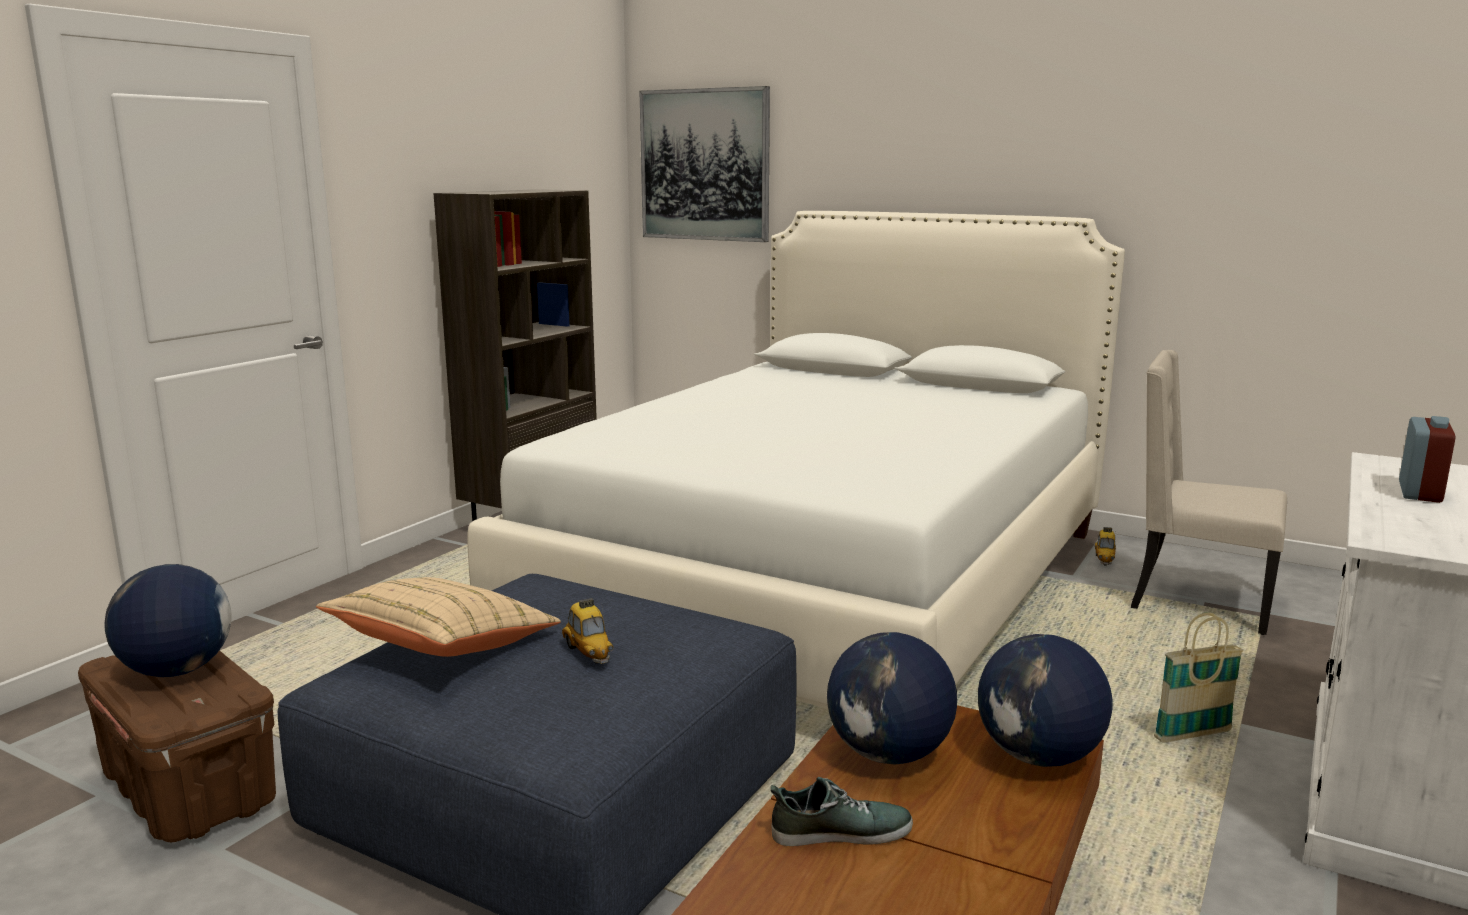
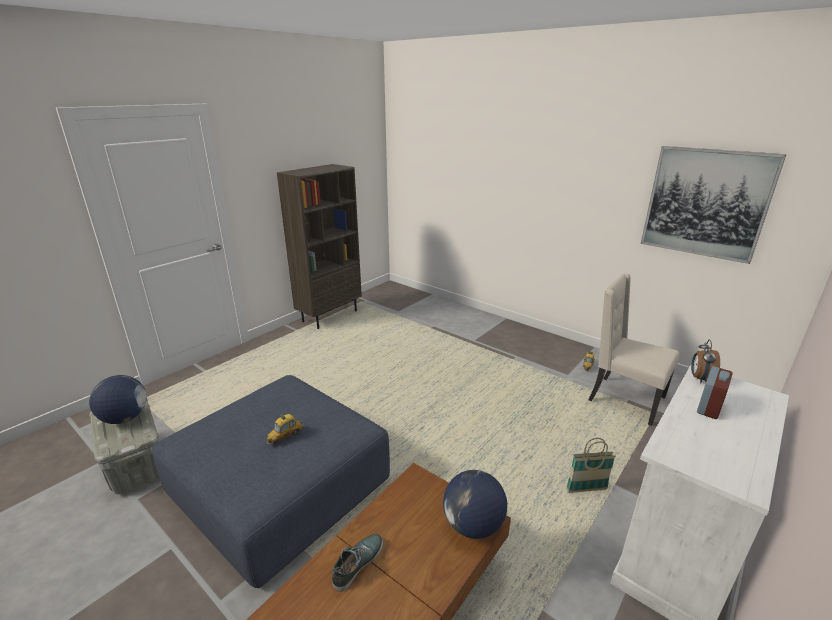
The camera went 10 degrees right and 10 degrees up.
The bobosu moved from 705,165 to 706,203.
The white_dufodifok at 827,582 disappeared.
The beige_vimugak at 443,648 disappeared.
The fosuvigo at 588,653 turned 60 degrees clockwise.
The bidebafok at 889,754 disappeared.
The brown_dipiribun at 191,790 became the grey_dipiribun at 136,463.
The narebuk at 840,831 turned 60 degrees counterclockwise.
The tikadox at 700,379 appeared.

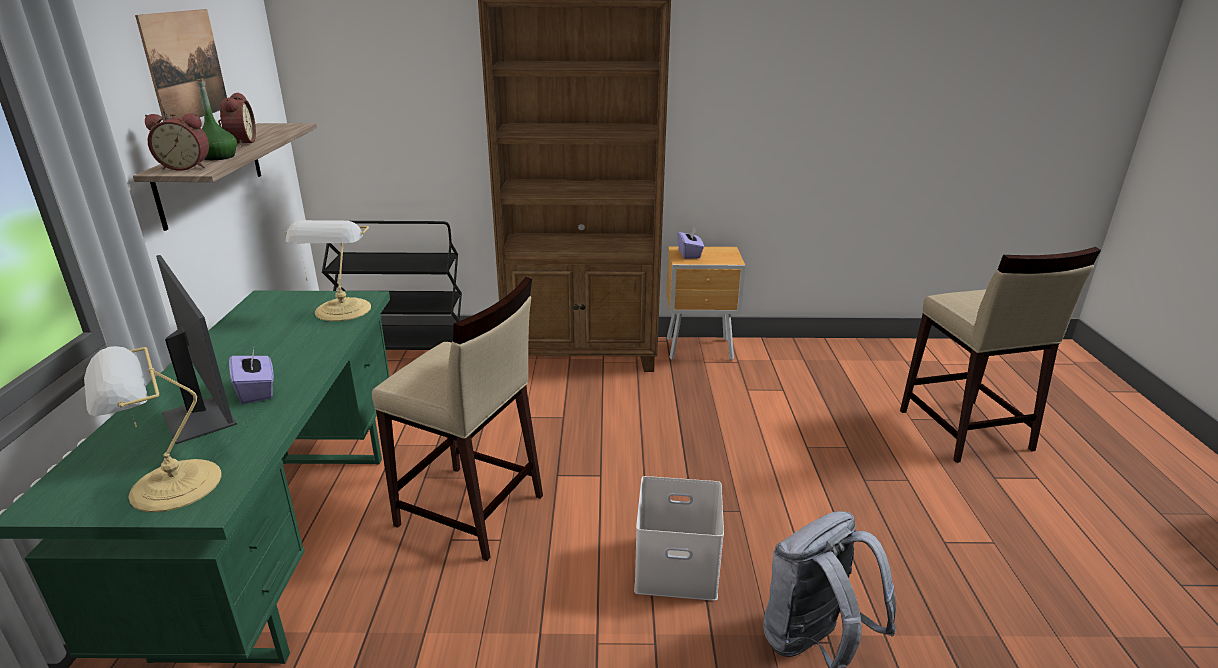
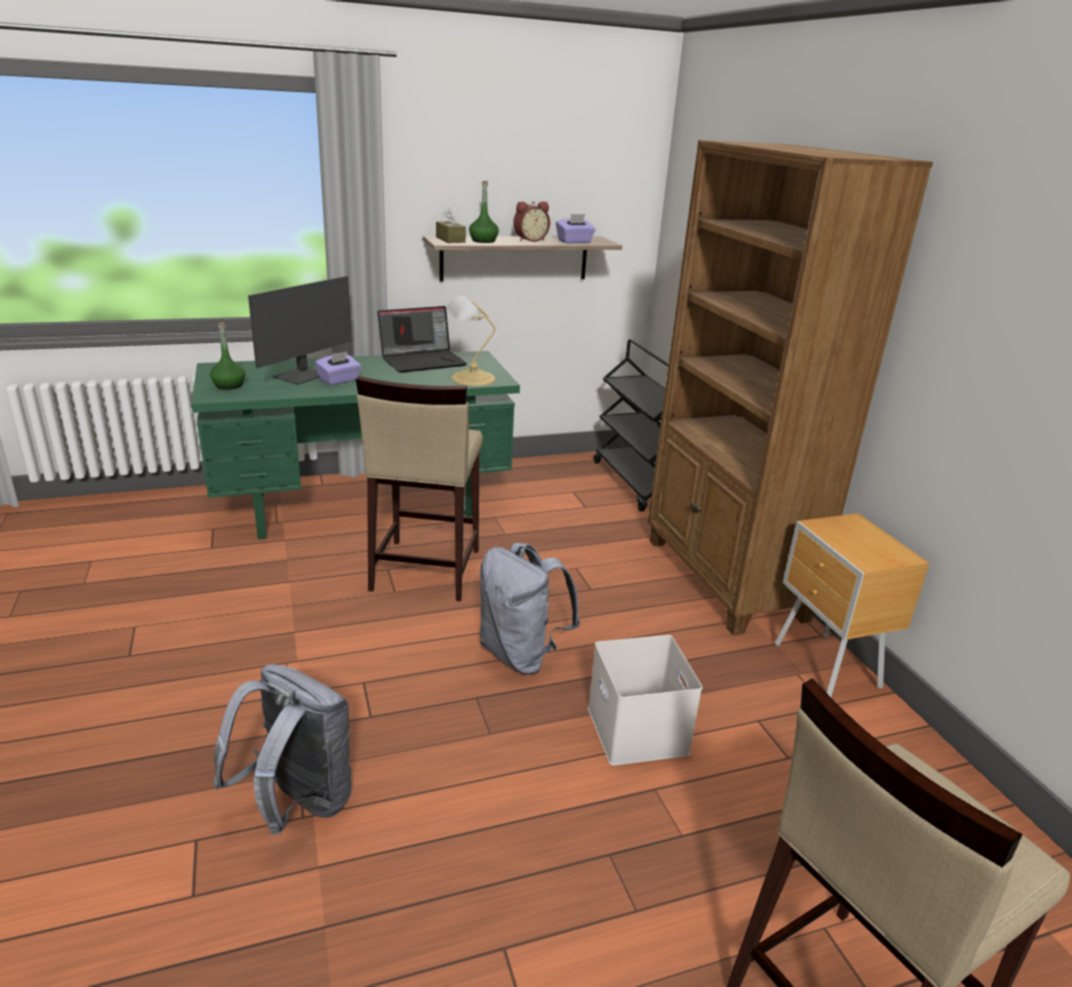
The camera went 70 degrees right and 0 degrees up.
The bobosu at 186,66 disappeared.
The tikadox at 186,167 was replaced by the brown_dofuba at 450,240.
The purple_dofuba moved from 689,254 to 574,242.
The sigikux at 170,487 was replaced by the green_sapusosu at 229,385.
The white_dipiribun moved from 678,566 to 639,731.
The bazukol at 423,361 appeared.
The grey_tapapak at 521,655 appeared.

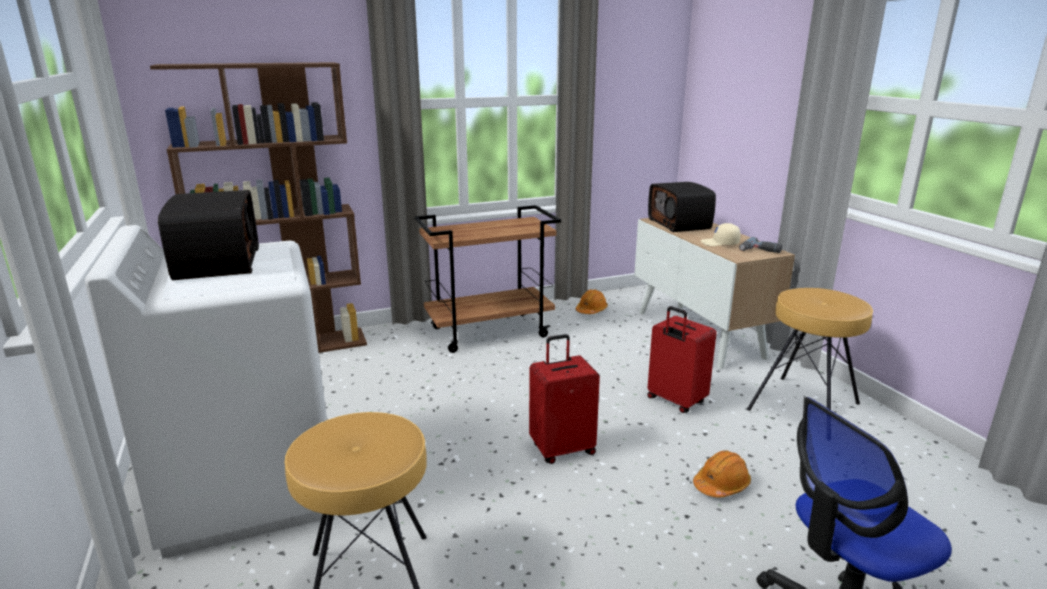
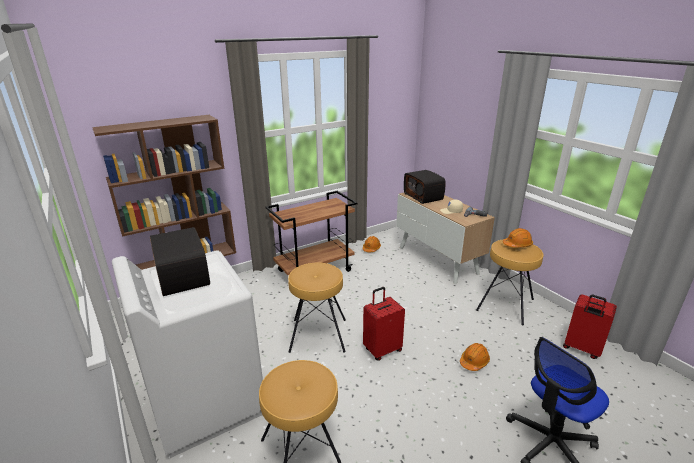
The camera went 10 degrees left and 5 degrees up.
The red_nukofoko moved from 675,401 to 581,349.
The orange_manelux at 517,244 appeared.
The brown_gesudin at 318,334 appeared.

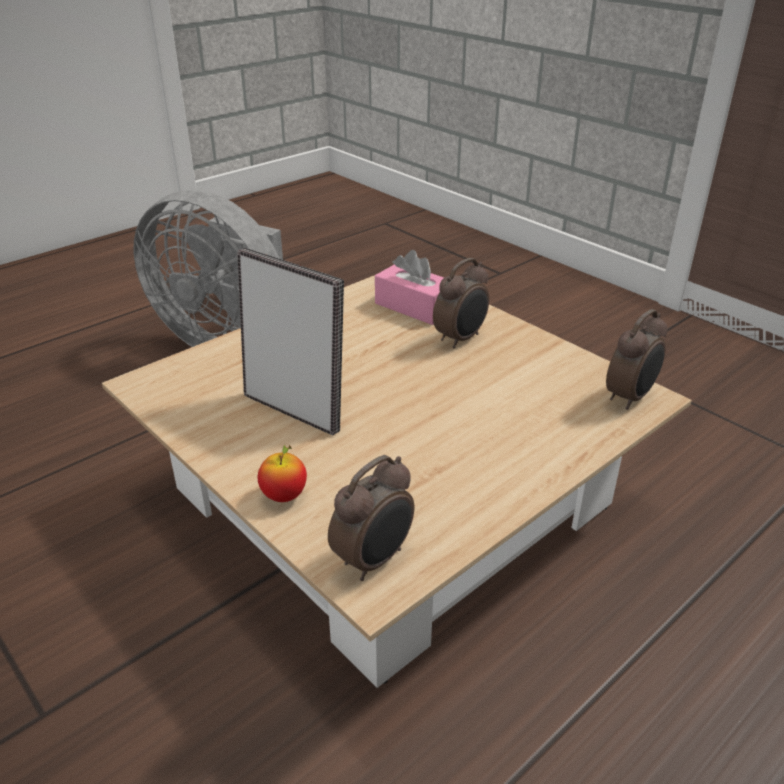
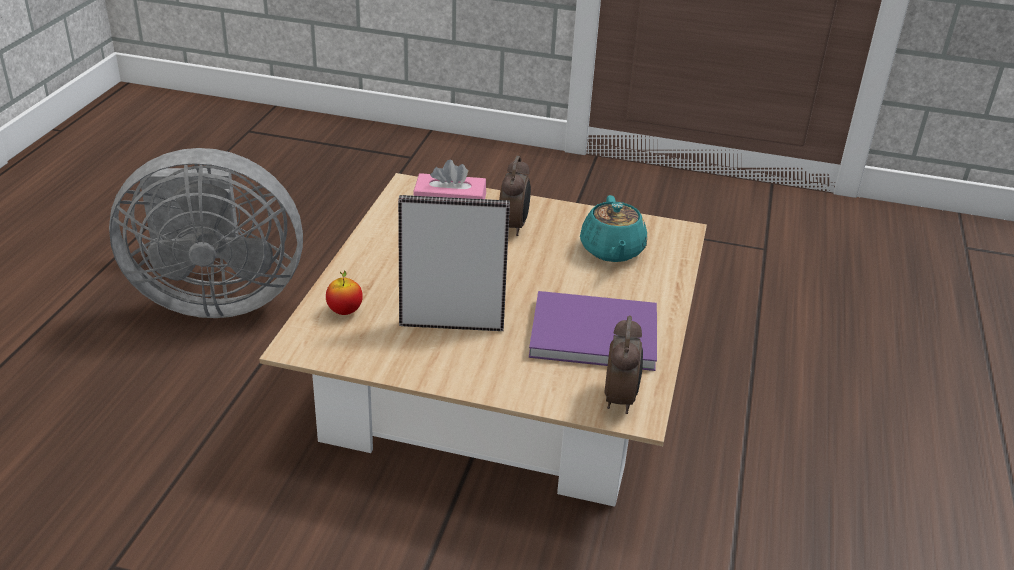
The camera went 35 degrees left and 0 degrees up.
The tikadox at 630,397 disappeared.
The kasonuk moved from 284,495 to 345,311.
The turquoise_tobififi at 612,250 appeared.
The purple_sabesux at 590,331 appeared.

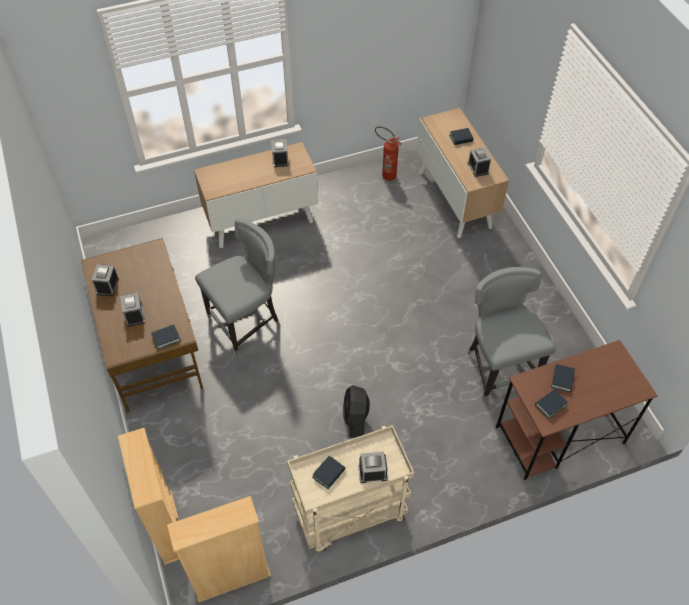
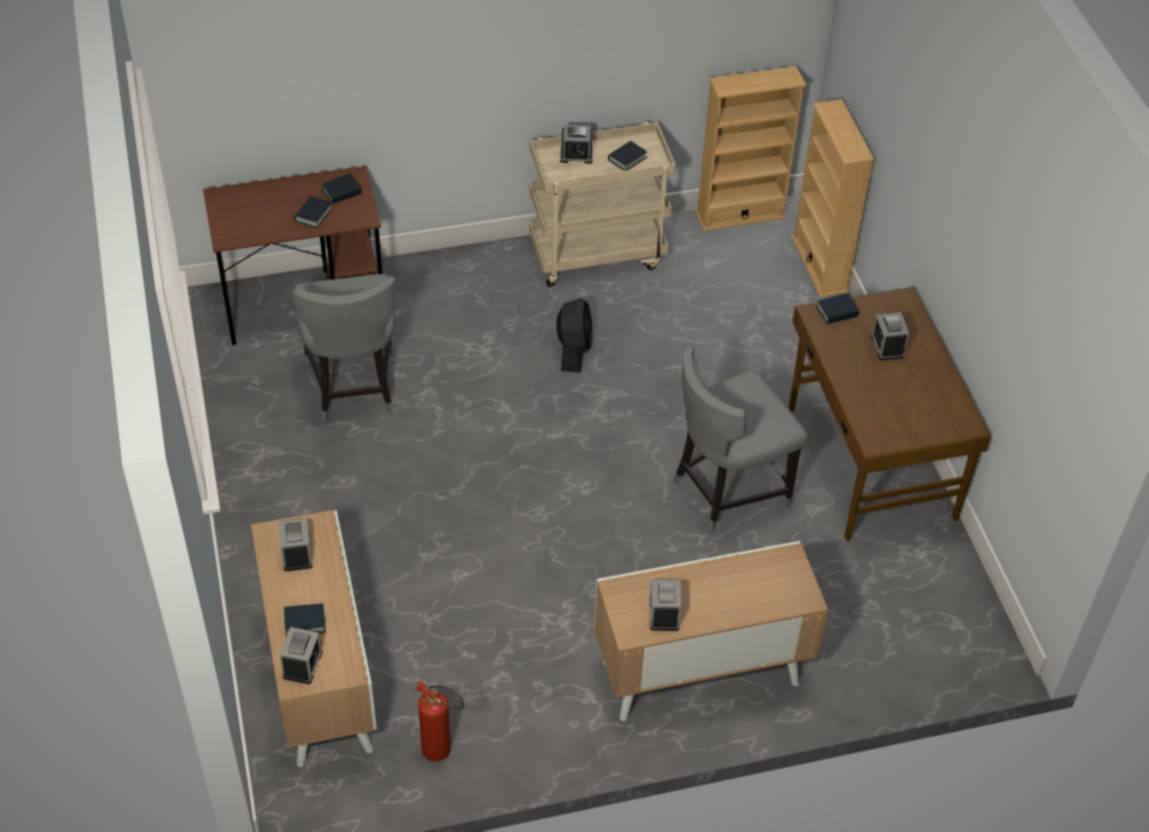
The camera went 175 degrees left and 5 degrees down.
The tikadox moved from 107,286 to 302,664.

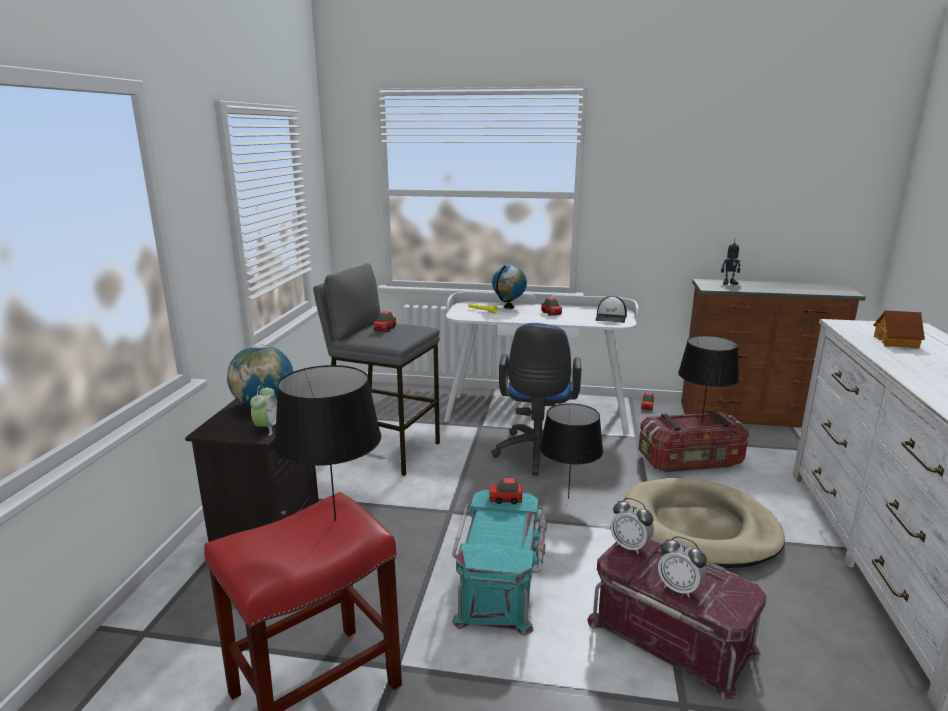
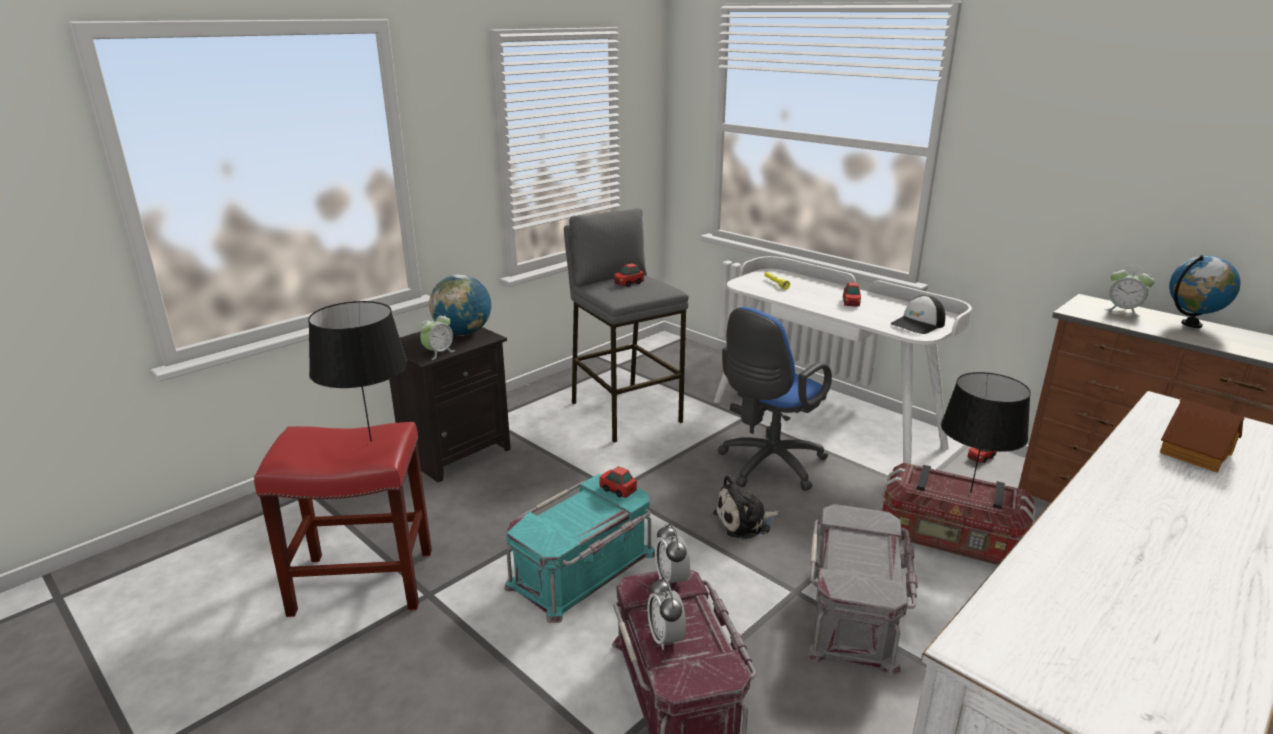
The camera went 35 degrees right and 5 degrees up.
The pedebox at 729,283 was replaced by the tikadox at 1123,310.
The bidebafok moved from 509,307 to 1191,324.
The black_sigikux at 568,498 was replaced by the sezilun at 745,522.
The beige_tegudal at 699,528 was replaced by the grey_dipiribun at 855,612.

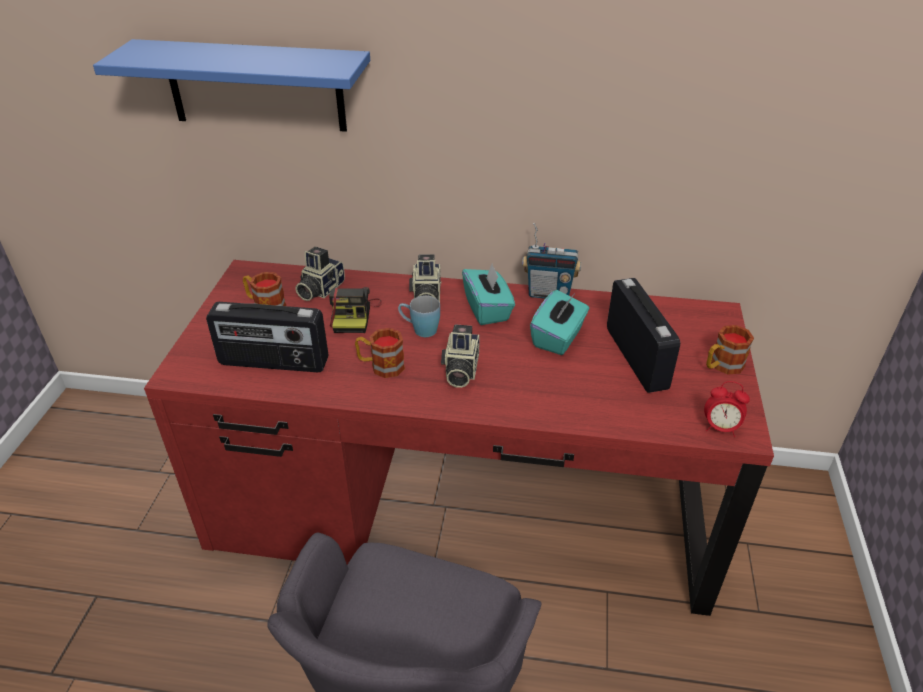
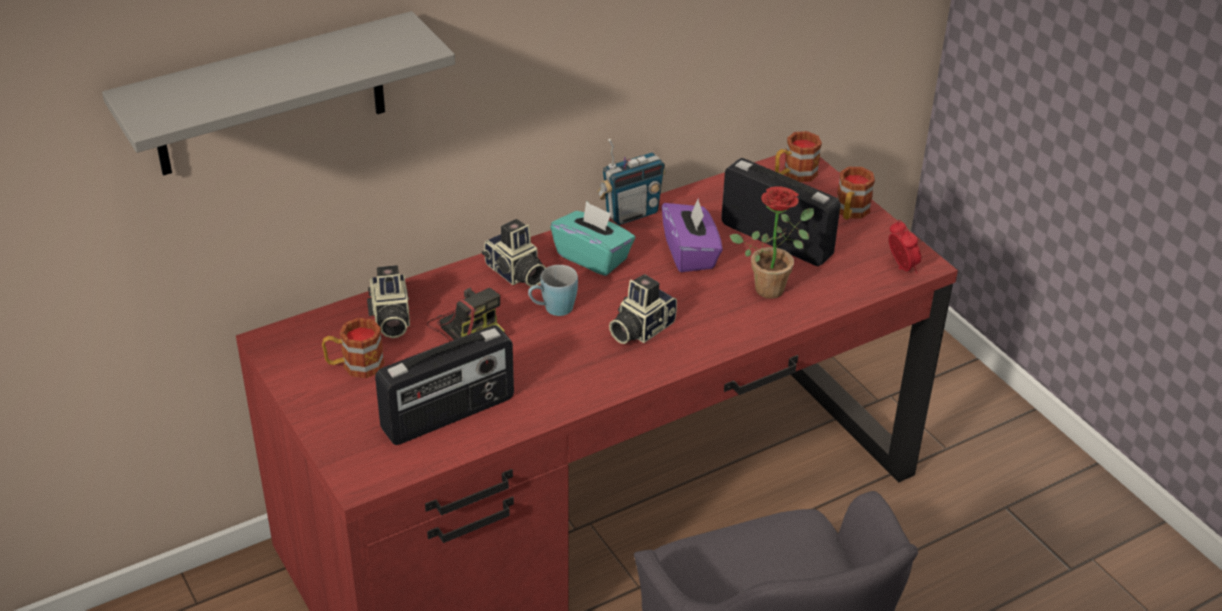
The camera went 40 degrees left and 0 degrees up.
The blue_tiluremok at 255,86 became the grey_tiluremok at 269,96.
The turquoise_dofuba at 558,338 became the purple_dofuba at 690,253.
The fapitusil at 460,370 turned 75 degrees clockwise.
The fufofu moved from 381,366 to 794,174.
The tikadox at 720,428 turned 90 degrees counterclockwise.
The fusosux at 772,286 appeared.

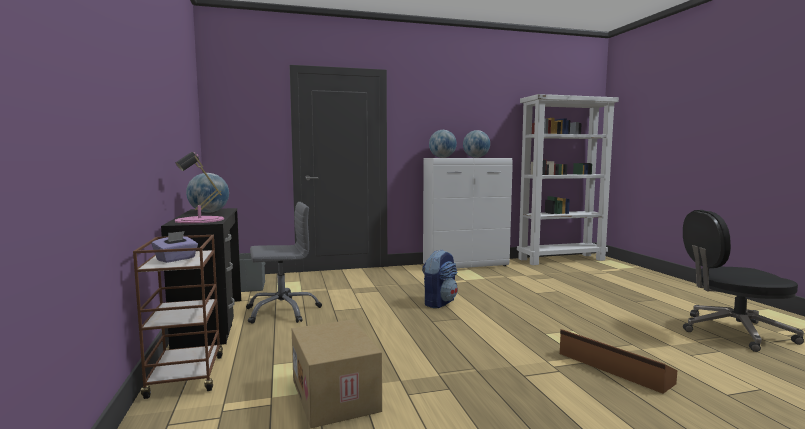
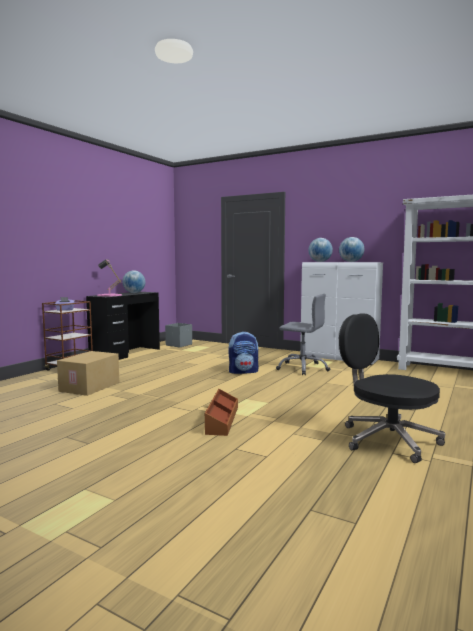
The camera went 45 degrees right and 0 degrees up.
The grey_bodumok moved from 282,311 to 302,368.

